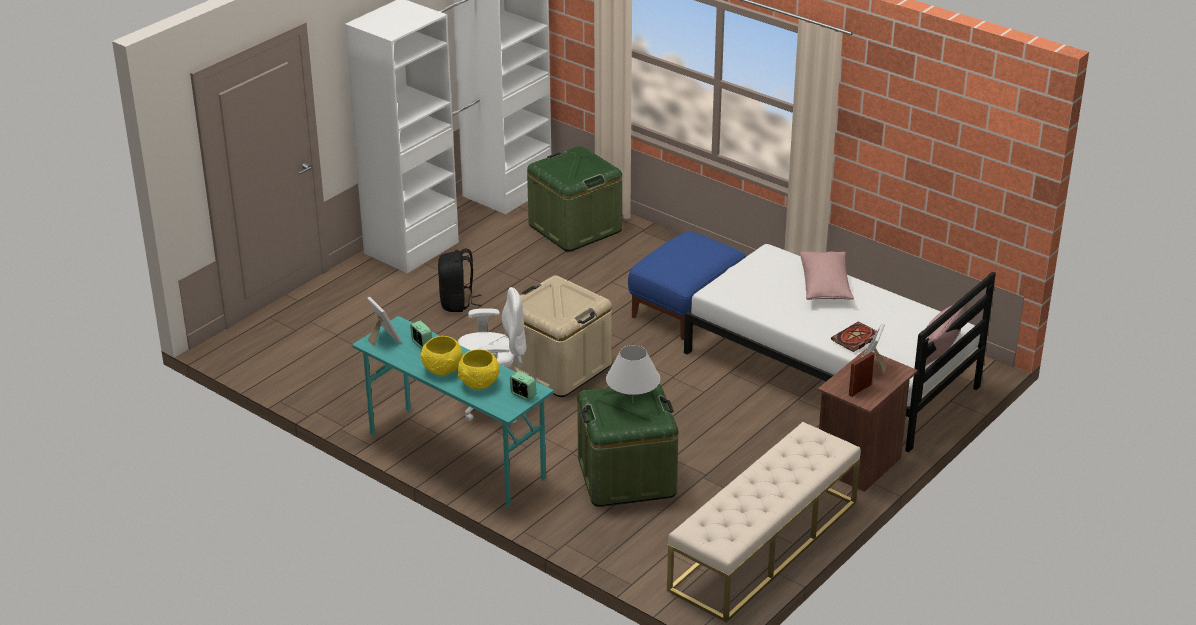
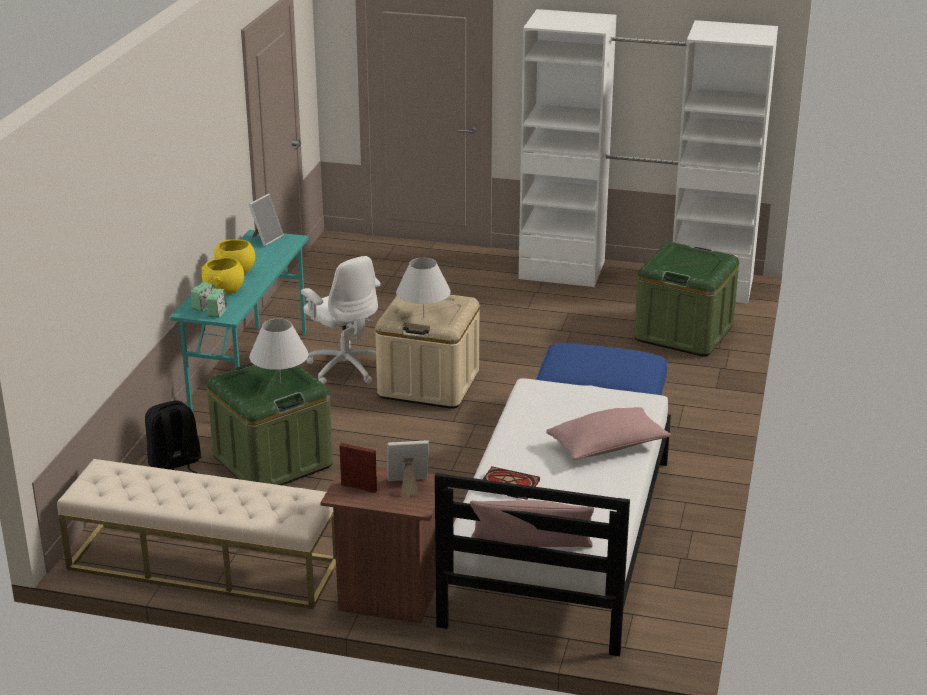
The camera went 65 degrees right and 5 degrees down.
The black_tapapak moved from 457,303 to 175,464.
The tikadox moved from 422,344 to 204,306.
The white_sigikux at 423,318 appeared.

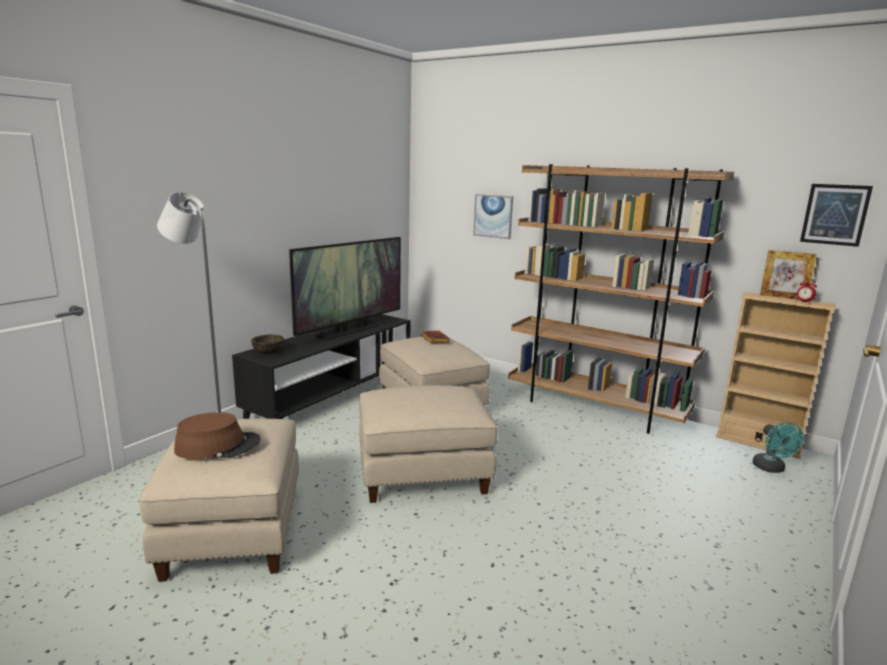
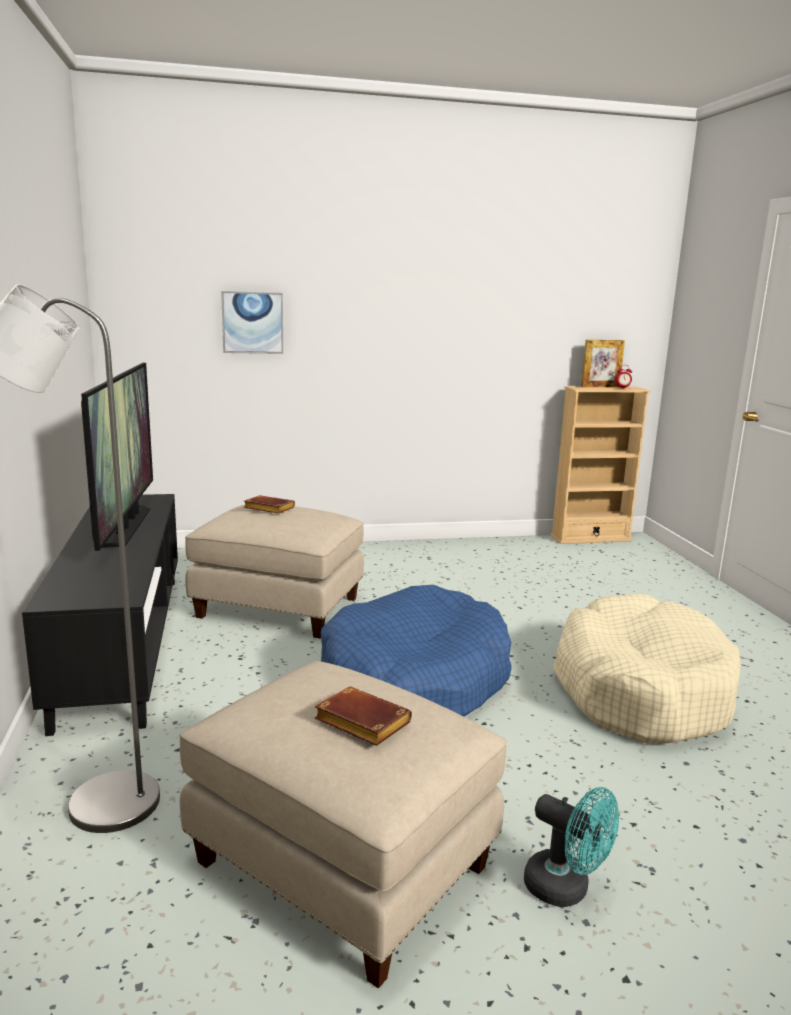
The camera went 45 degrees left and 0 degrees up.
The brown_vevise at 595,408 disappeared.
The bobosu at 835,214 disappeared.
The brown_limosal at 268,352 disappeared.
The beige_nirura at 423,474 was replaced by the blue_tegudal at 413,681.
The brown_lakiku at 218,446 was replaced by the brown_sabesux at 359,723.
The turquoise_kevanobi moved from 771,469 to 566,889.
The beige_tegudal at 640,690 appeared.

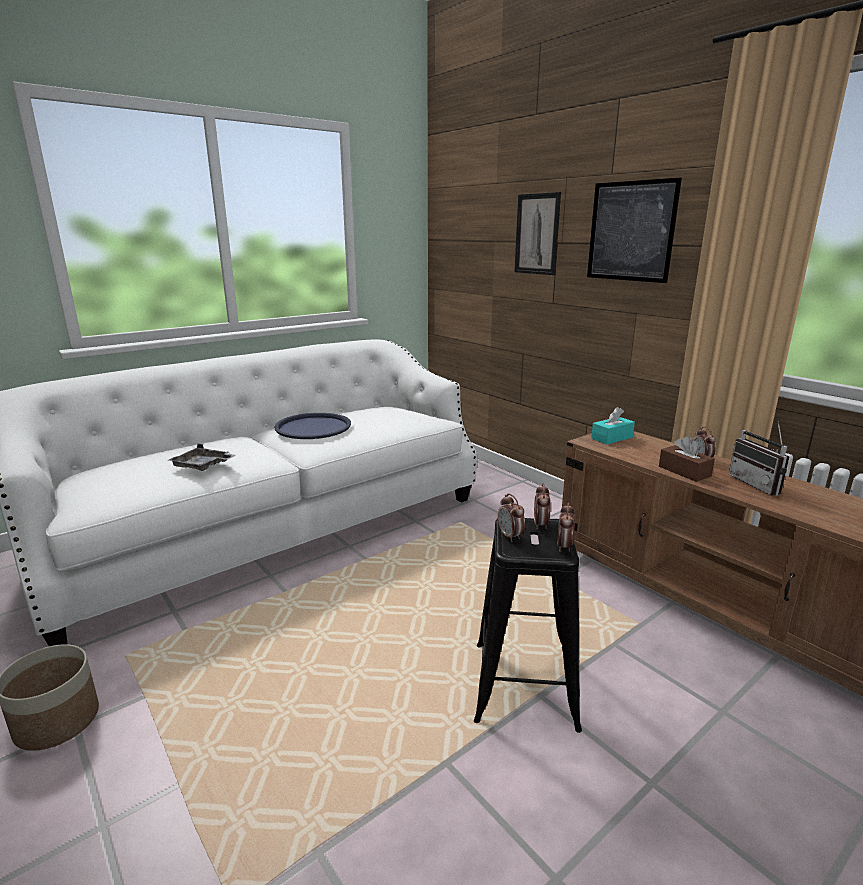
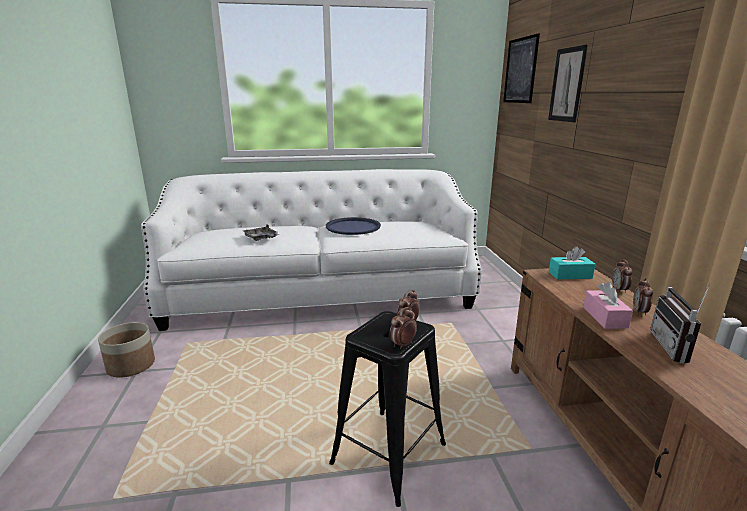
The camera went 30 degrees right and 0 degrees up.
The bobosu moved from 631,231 to 520,70.
The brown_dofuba at 684,471 became the pink_dofuba at 604,317.
The tikadox moved from 510,536 to 619,290.

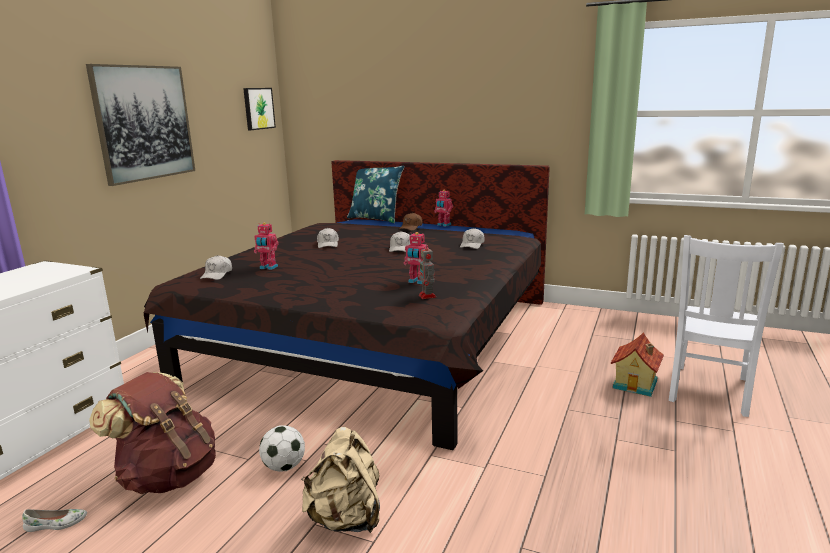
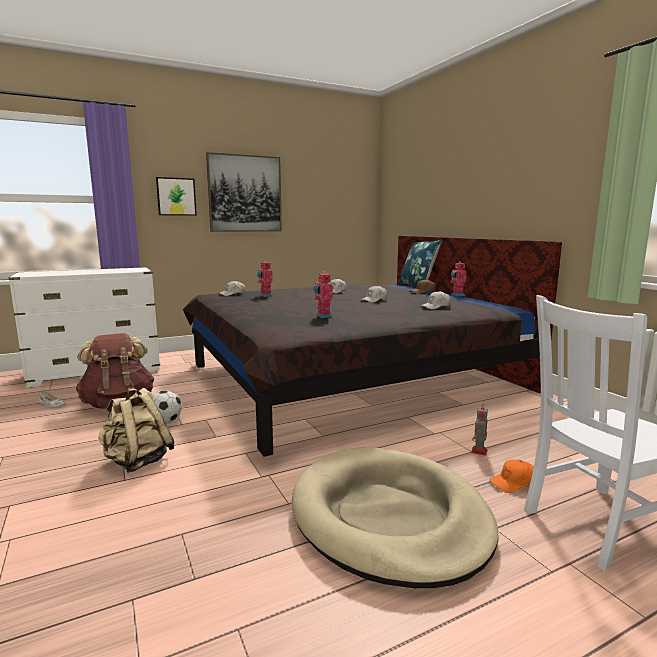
The camera went 40 degrees right and 5 degrees down.
The bobosu moved from 258,108 to 176,196.
The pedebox moved from 427,296 to 479,451.
The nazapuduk at 636,384 was replaced by the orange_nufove at 513,483.
The beige_tegudal at 389,518 appeared.

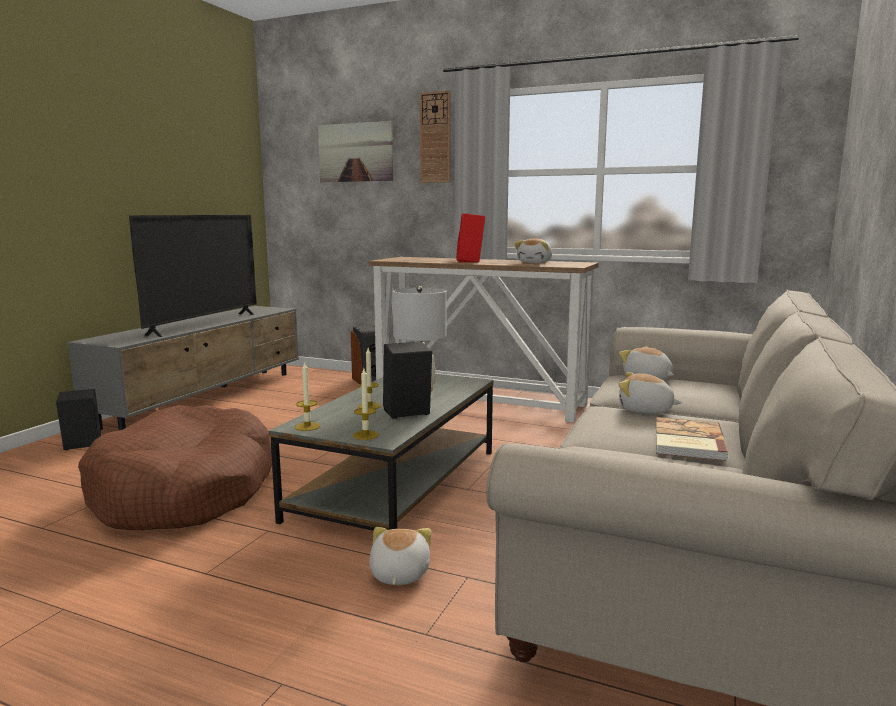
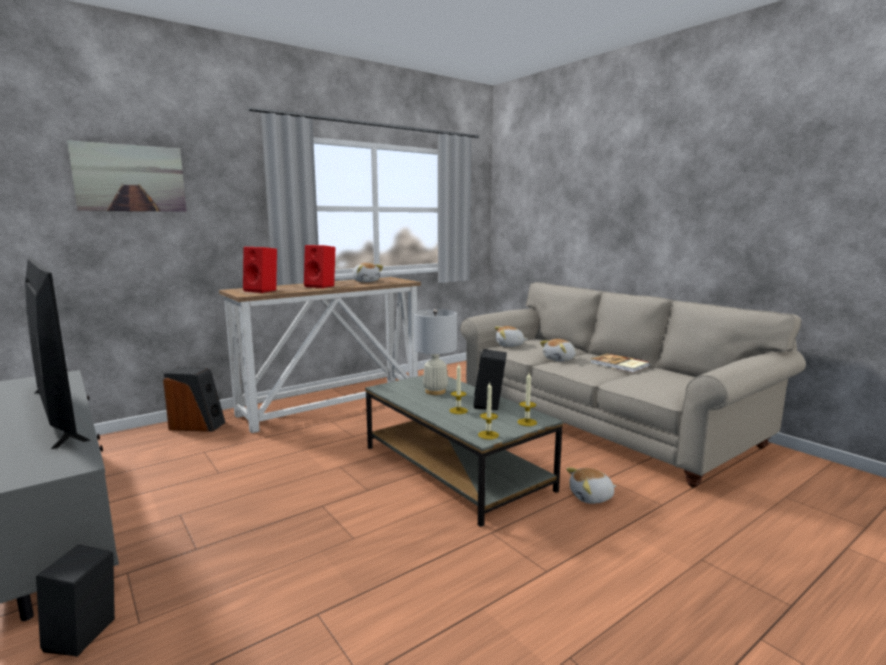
The camera went 60 degrees left and 0 degrees up.
The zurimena at 435,137 disappeared.
The brown_tegudal at 185,491 disappeared.
The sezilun at 398,574 turned 45 degrees counterclockwise.
The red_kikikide at 262,290 appeared.

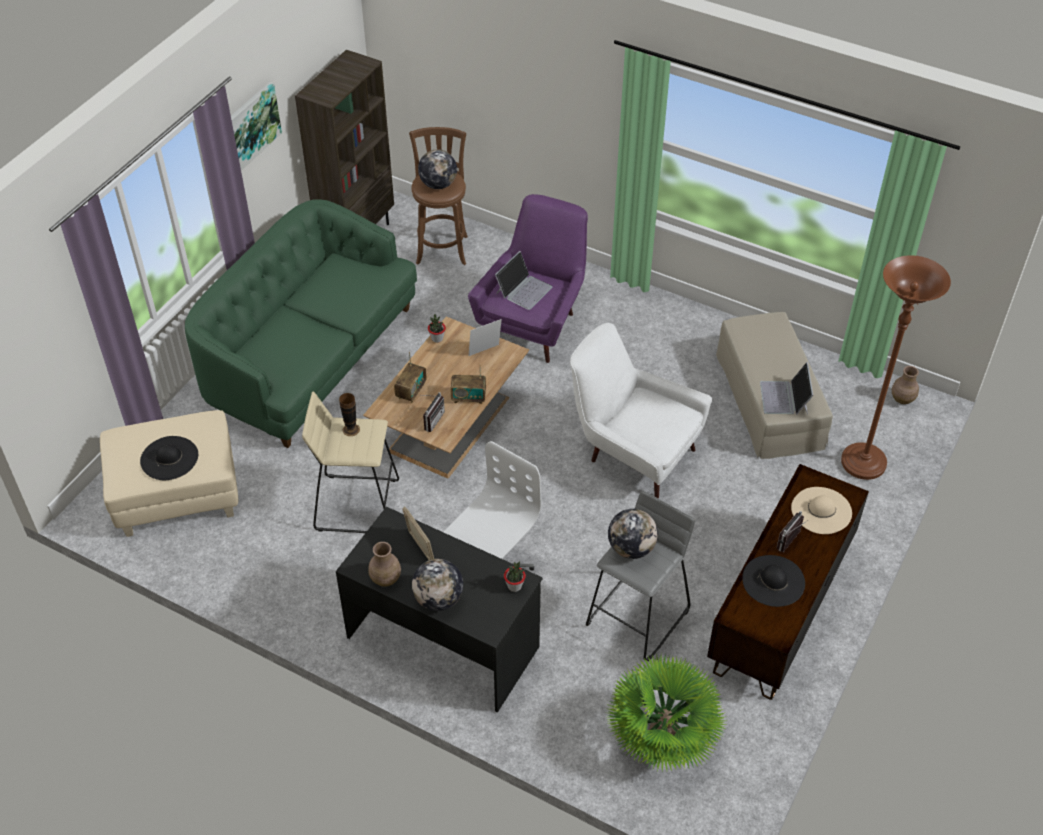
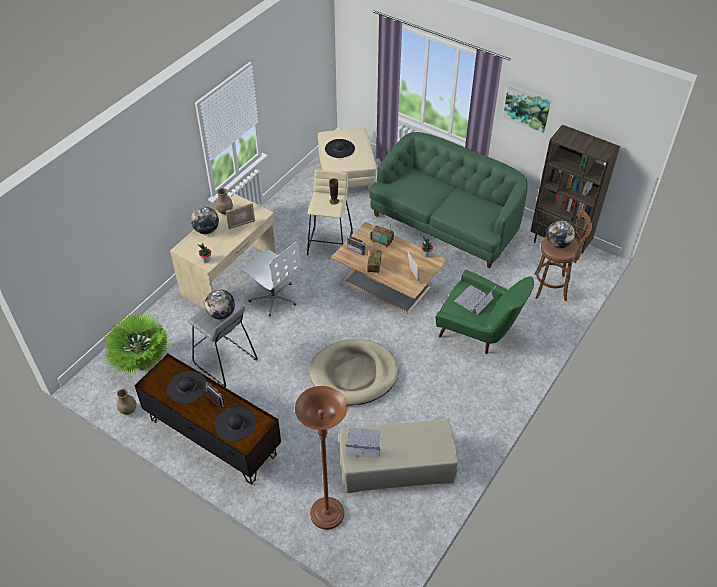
The camera went 95 degrees right and 0 degrees up.
The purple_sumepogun at 534,322 became the green_sumepogun at 478,332.
The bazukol at 524,289 turned 90 degrees clockwise.
The white_sumepogun at 633,452 was replaced by the beige_tegudal at 354,374.
The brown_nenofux moved from 902,399 to 128,409.
The beige_lakiku at 821,510 became the black_lakiku at 235,423.
The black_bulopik at 443,641 became the beige_bulopik at 230,276.

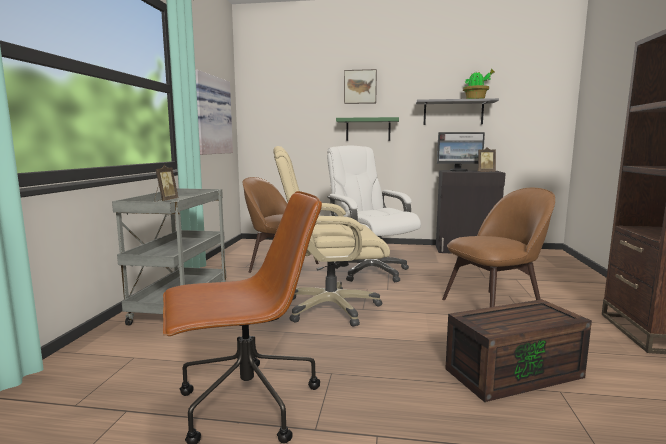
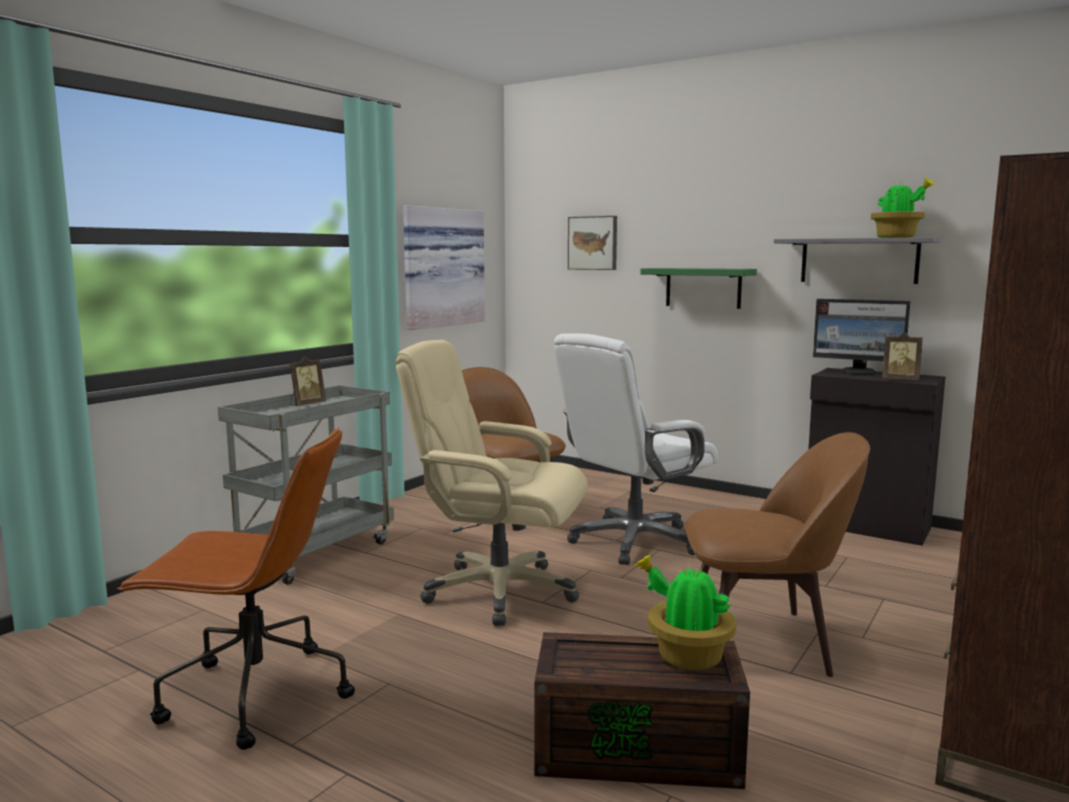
The camera went 25 degrees right and 0 degrees up.
The bobosu moved from 360,87 to 593,243.
The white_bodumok at 370,271 turned 120 degrees counterclockwise.
The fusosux at 686,656 appeared.

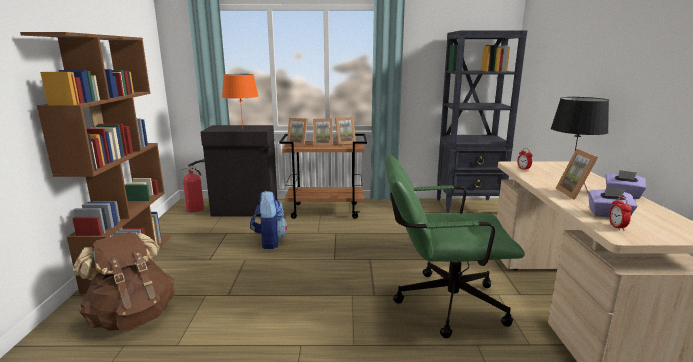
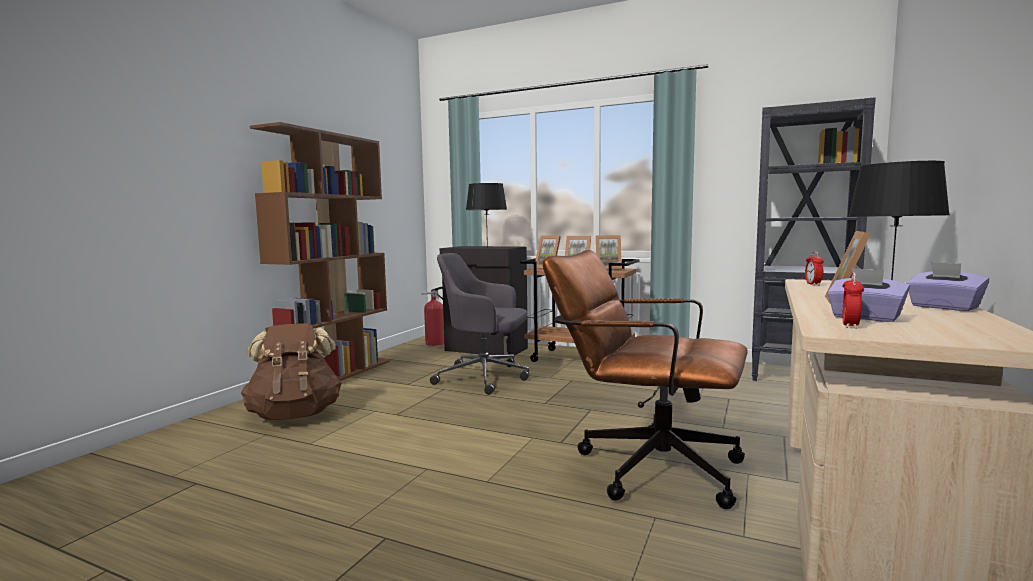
The camera went 25 degrees right and 10 degrees down.
The orange_sigikux at 242,128 became the black_sigikux at 487,247.
The green_bodumok at 440,303 became the brown_bodumok at 645,465.
The tapapak at 269,241 was replaced by the grey_bodumok at 485,377.

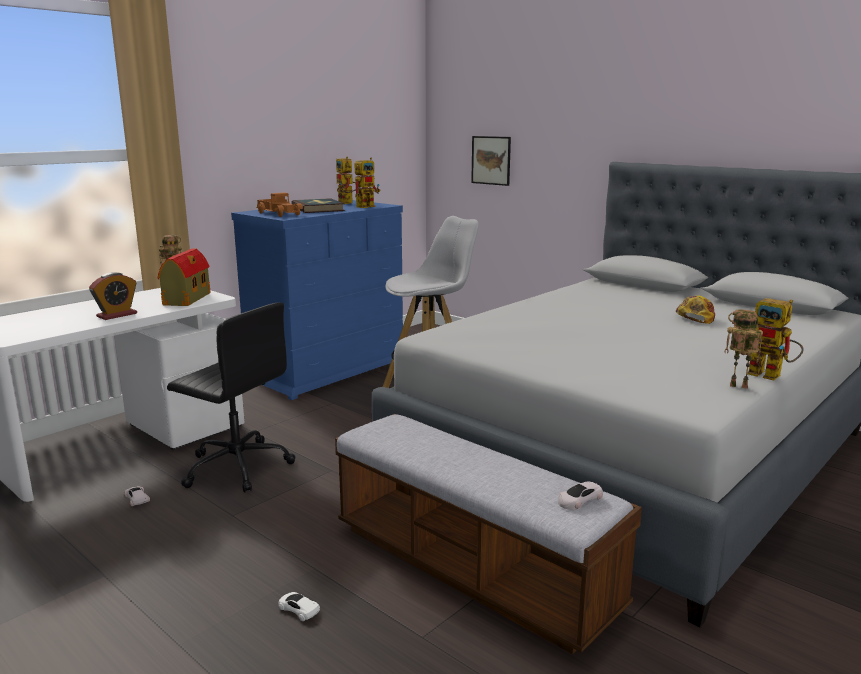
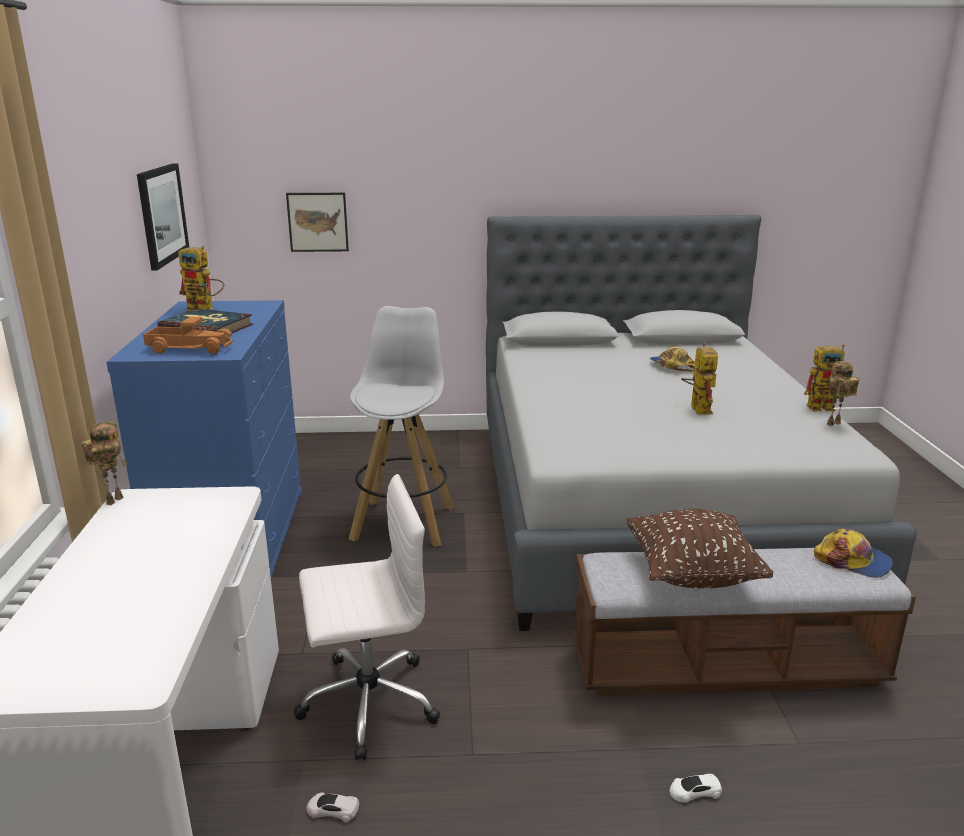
The camera went 45 degrees left and 5 degrees up.
The pedebox moved from 367,206 to 697,408.
The nazapuduk at 186,299 disappeared.
The tikadox at 117,315 disappeared.
The black_bodumok at 236,466 became the white_bodumok at 366,702.
The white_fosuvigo at 579,500 was replaced by the nufove at 853,561.
The bobosu at 162,214 appeared.
The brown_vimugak at 692,574 appeared.

